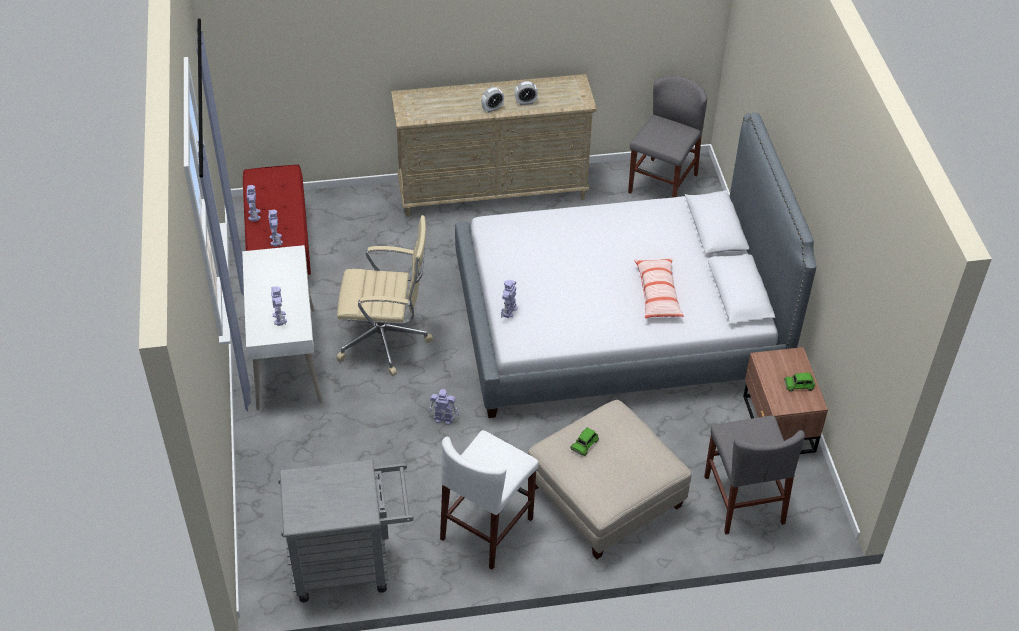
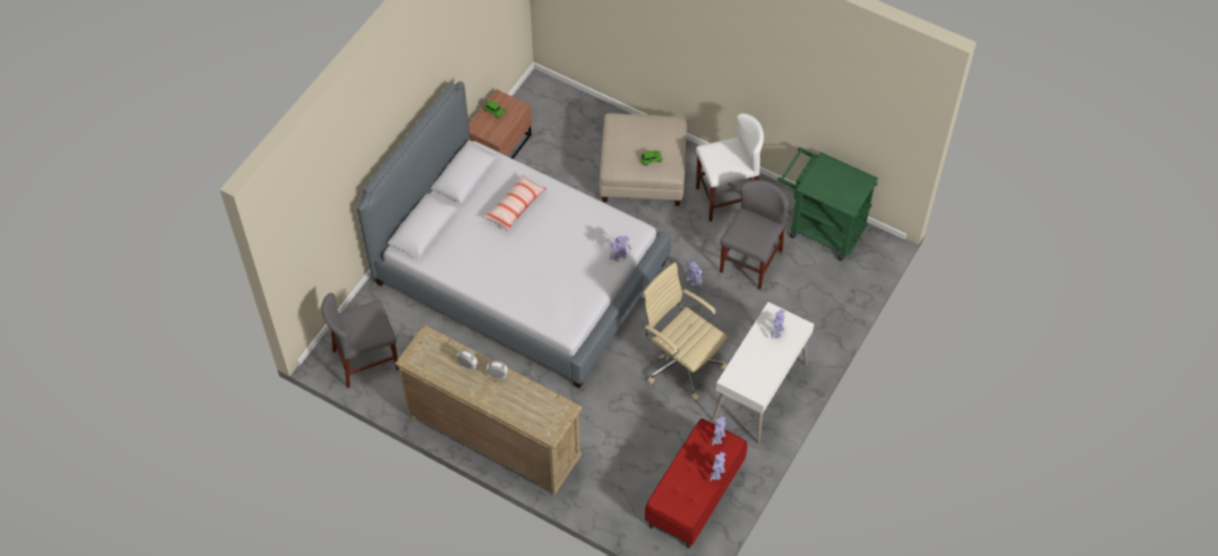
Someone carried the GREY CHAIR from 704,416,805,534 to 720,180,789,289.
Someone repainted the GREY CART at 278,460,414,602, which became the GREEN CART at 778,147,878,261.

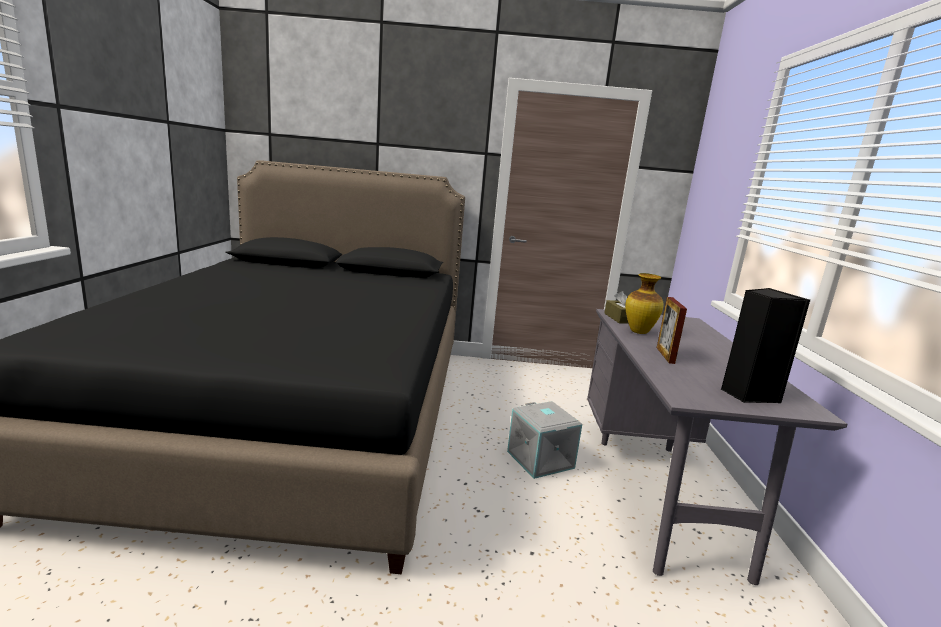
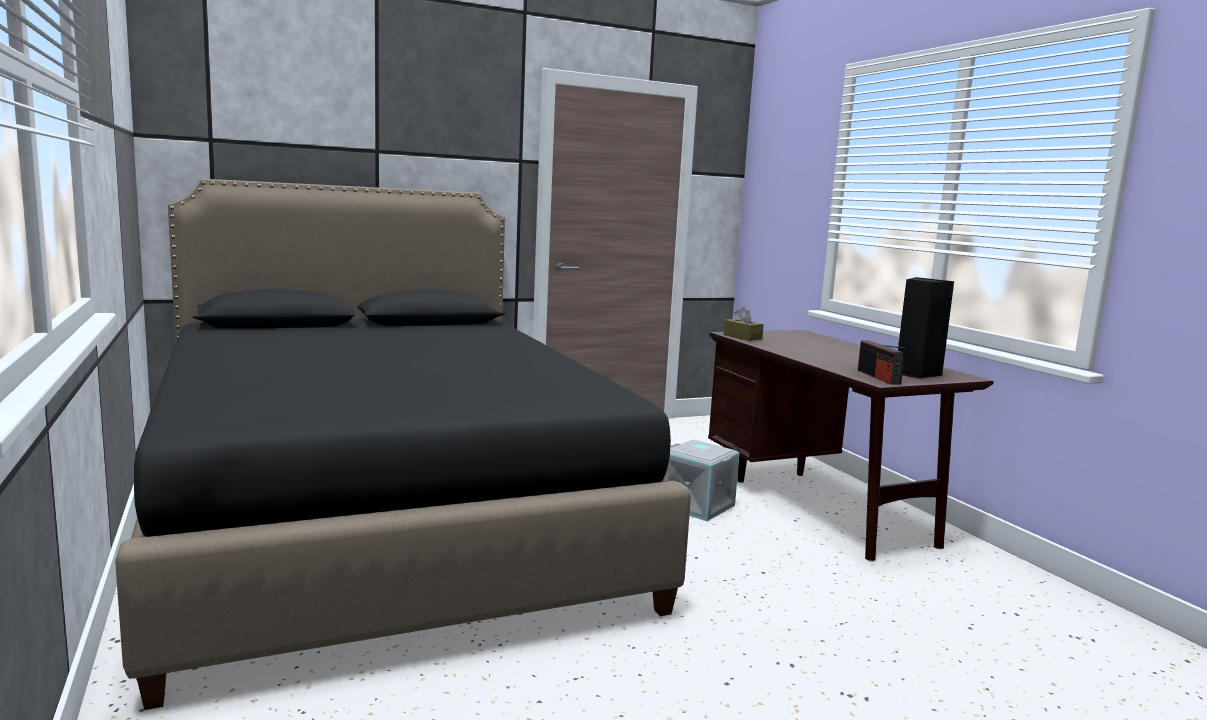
Someone took away the VASE at 625,273,664,334.
Someone took away the PICTURE FRAME at 657,297,687,364.
Someone put down the RADIO at 858,340,905,385.
Someone repainted the GREY DESK at 587,309,847,585, which became the BROWN DESK at 708,330,994,561.

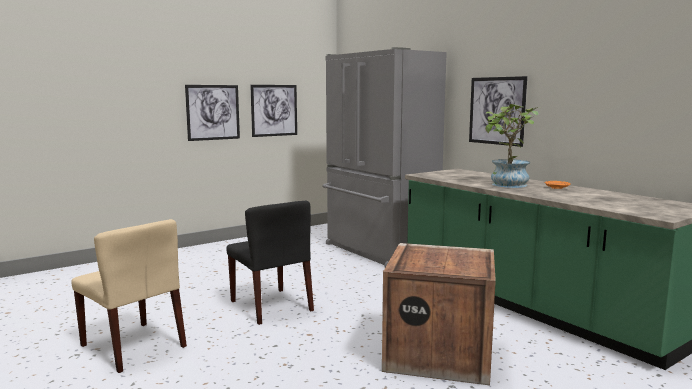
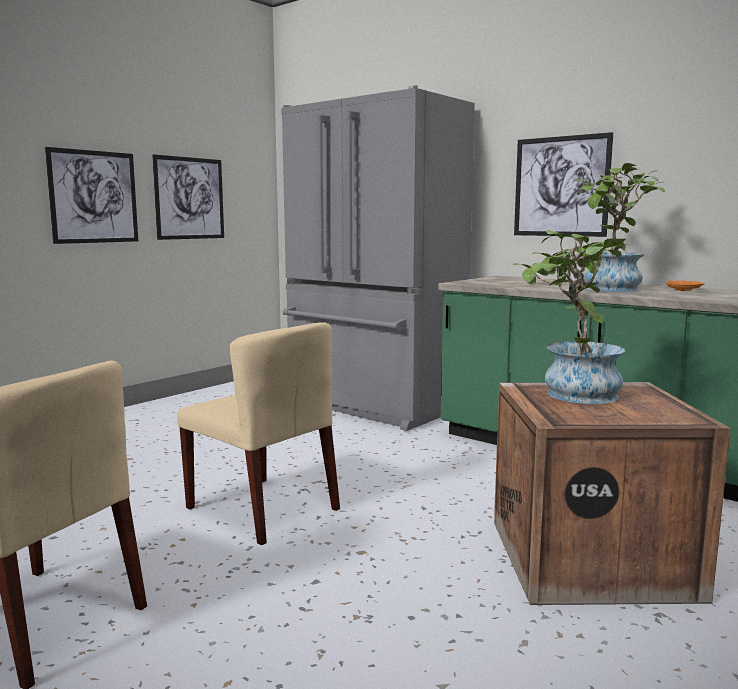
Someone put down the POTTED PLANT at 512,230,626,404.
Someone repainted the BLACK CHAIR at 226,201,314,325, which became the BEIGE CHAIR at 177,322,340,545.

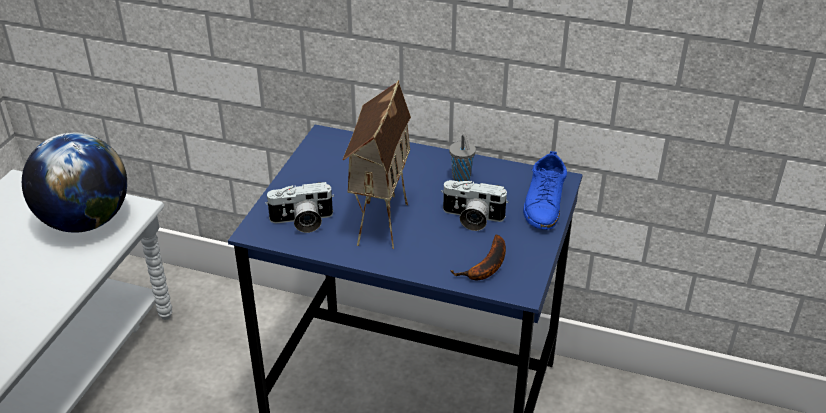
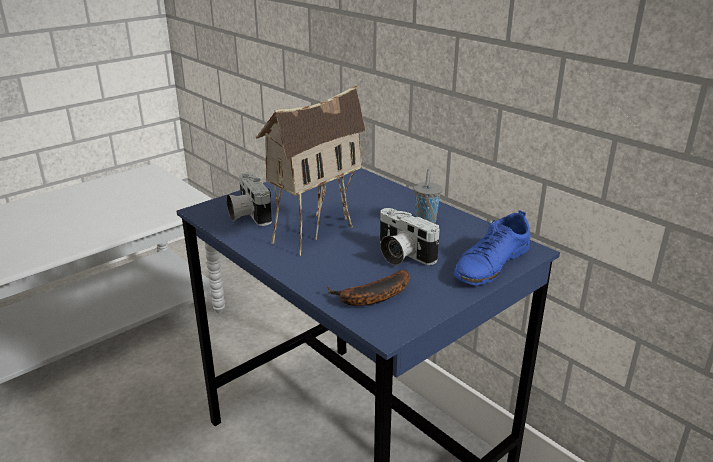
Someone took away the GLOBE at 22,132,127,233.
Someone rotated the PHOTO CAMERA at 265,182,334,233 by 45 degrees clockwise.

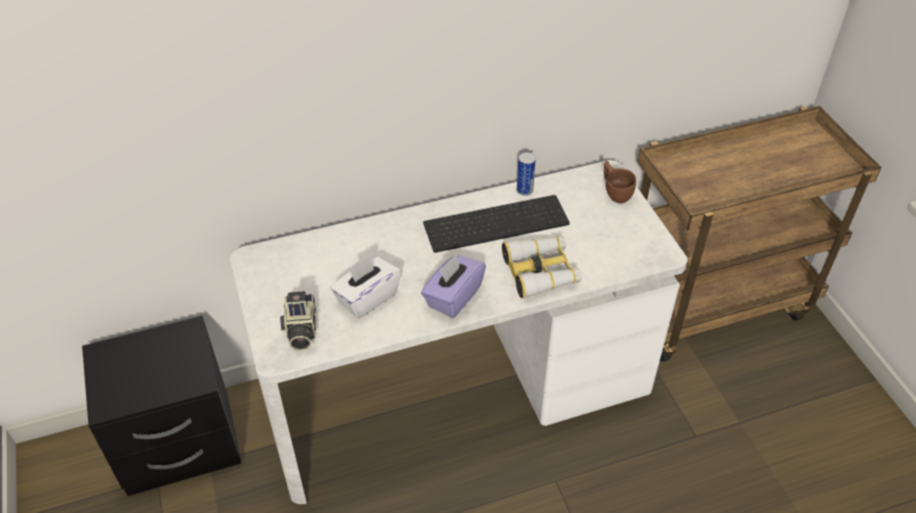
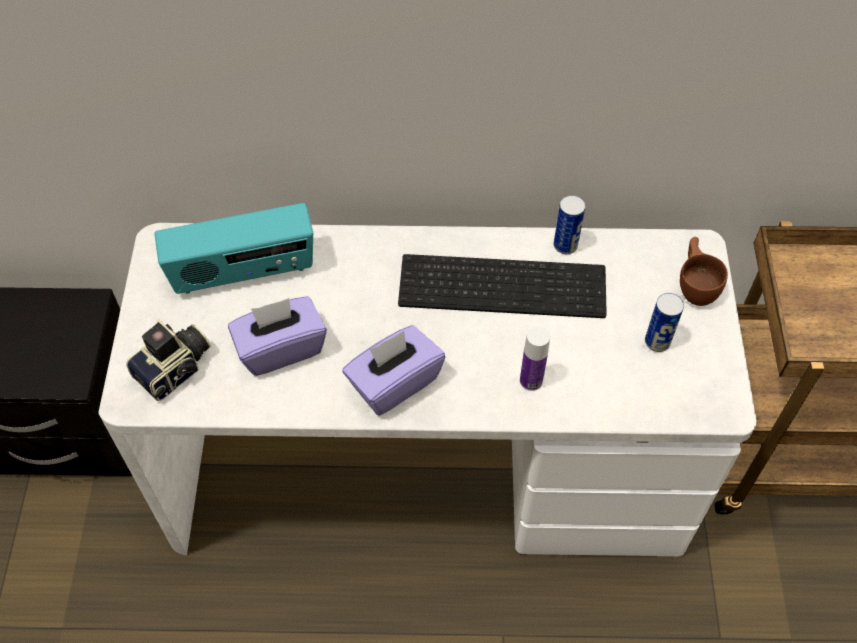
Someone put down the RADIO at 154,203,313,294.
Someone put down the CAN at 645,293,684,352.
Someone swapped the BINOCULARS at 502,235,581,298 for the BOTTLE at 520,326,550,391.
Someone repainted the WHITE TISSUE BOX at 330,256,401,318, which became the PURPLE TISSUE BOX at 228,296,327,376.
Someone rotated the PHOTO CAMERA at 280,291,316,351 by 150 degrees counterclockwise.

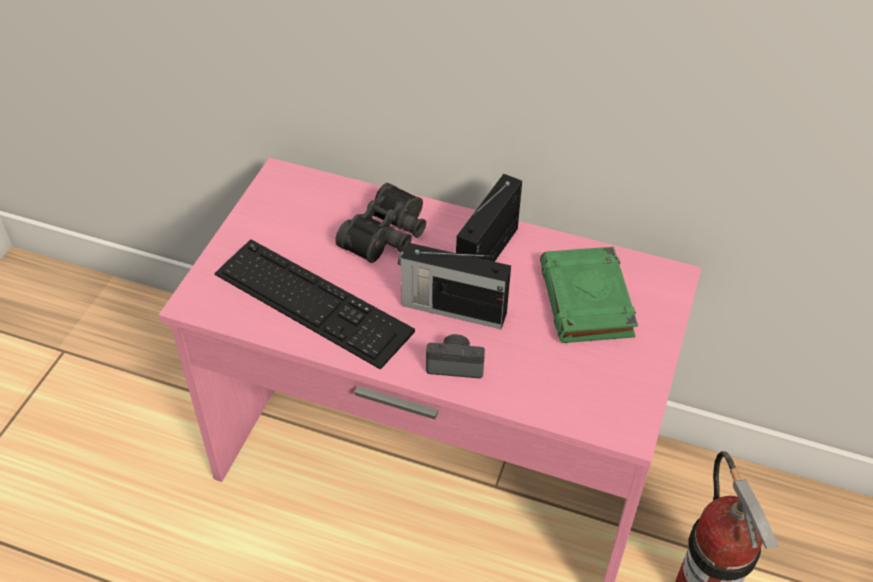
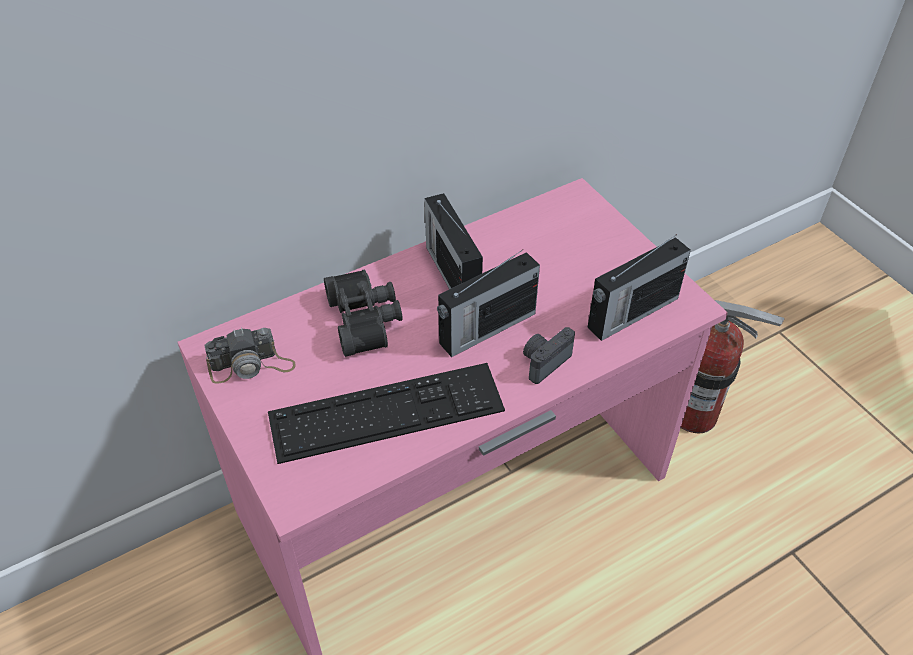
Someone took away the GREEN BOOK at 540,247,638,343.
Someone put down the PHOTO CAMERA at 204,328,296,383.
Someone put down the RADIO at 587,234,691,341.

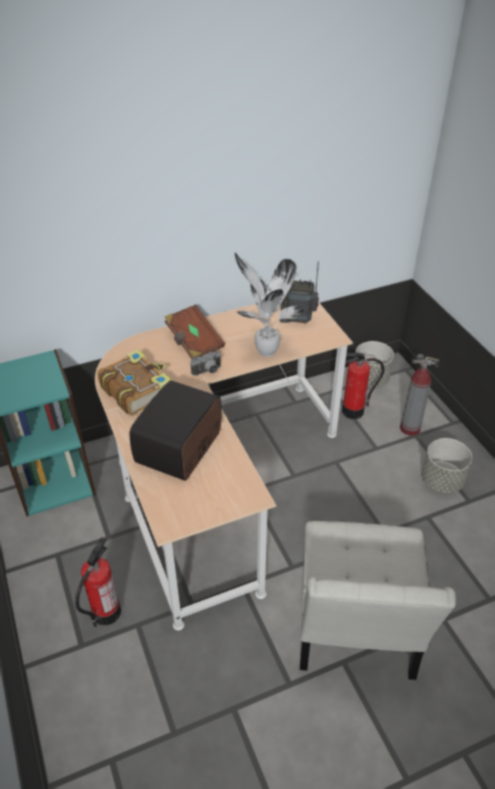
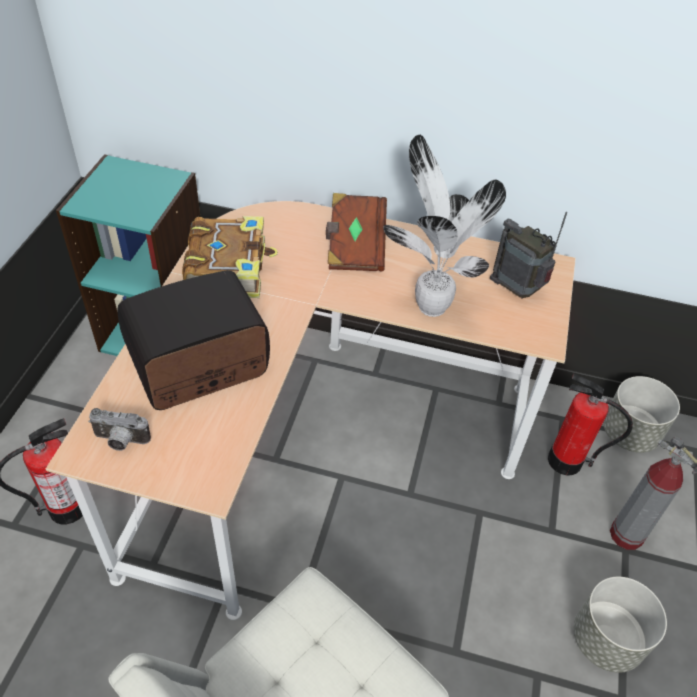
Someone carried the PHOTO CAMERA from 190,351,221,376 to 88,408,151,451.

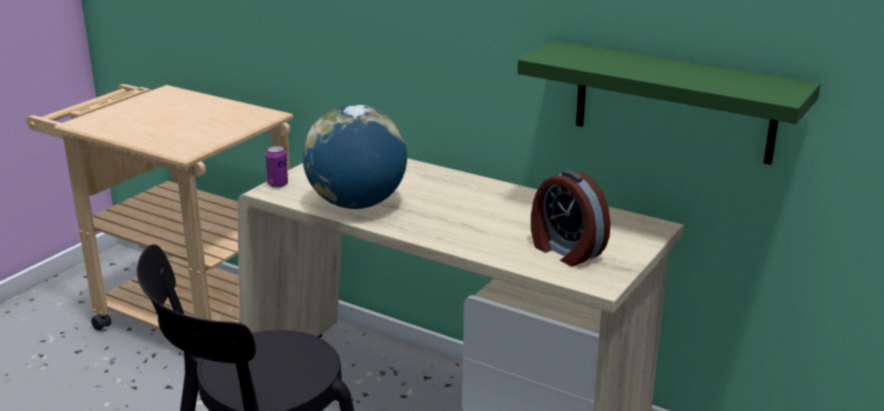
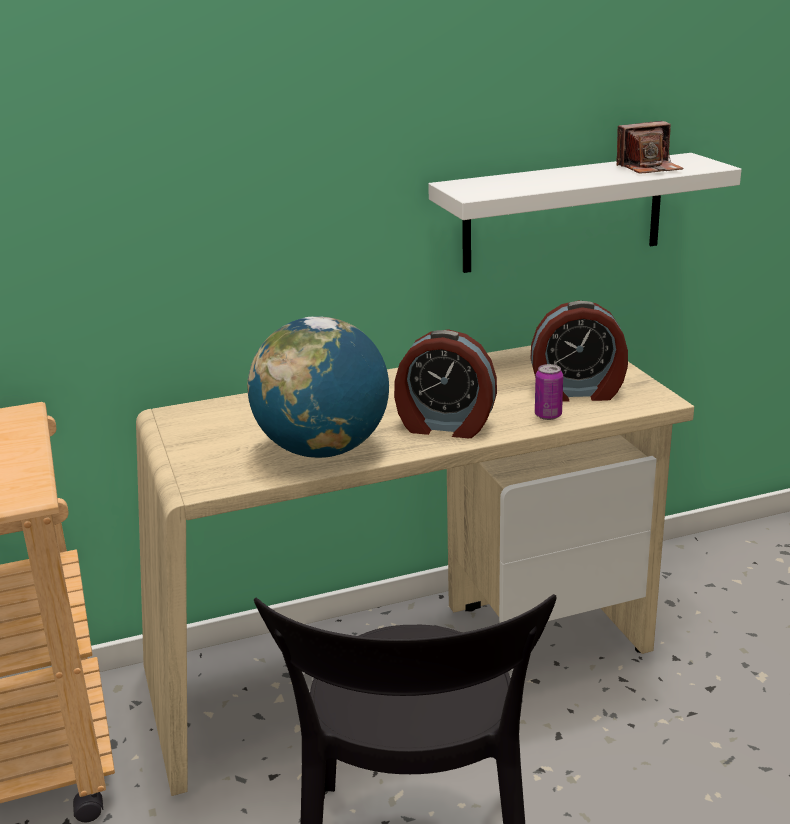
Someone put down the ALARM CLOCK at 394,329,497,438.
Someone put down the PHOTO CAMERA at 616,121,683,174.
Someone carried the CAN from 265,146,288,188 to 535,364,563,420.
Someone repainted the GREEN SHELF at 517,41,821,165, which became the WHITE SHELF at 428,153,742,273.

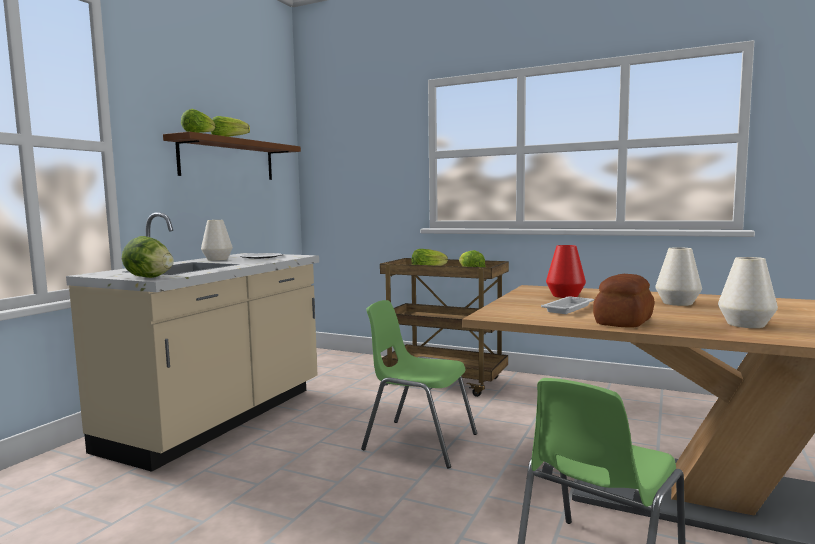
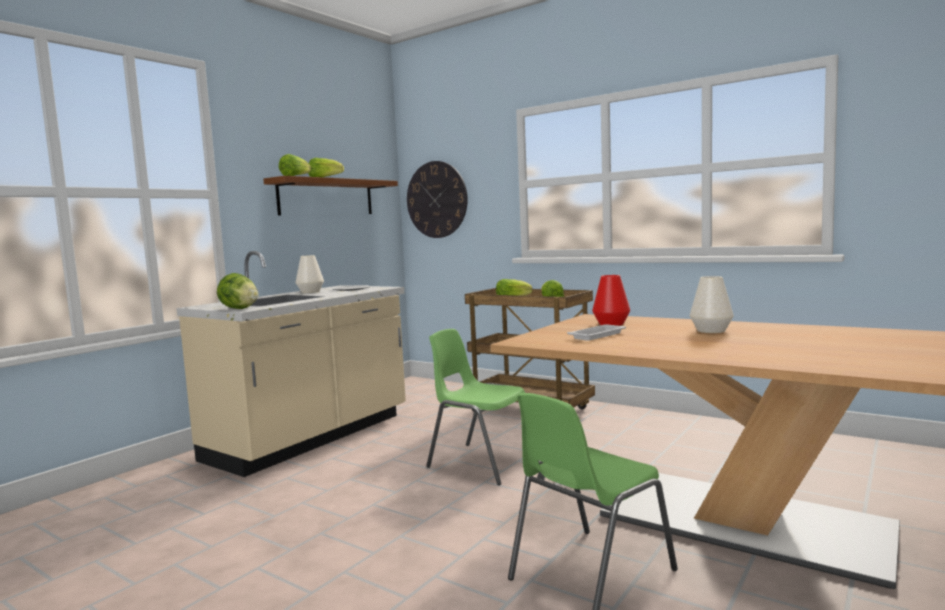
Someone took away the BREAD at 593,274,654,328.
Someone took away the WHITE VASE at 718,257,778,328.
Someone put up the WALL CLOCK at 407,161,468,238.

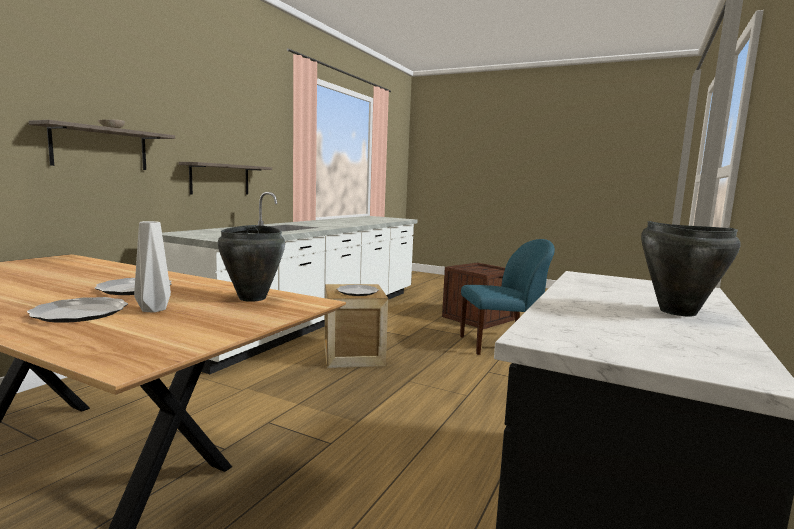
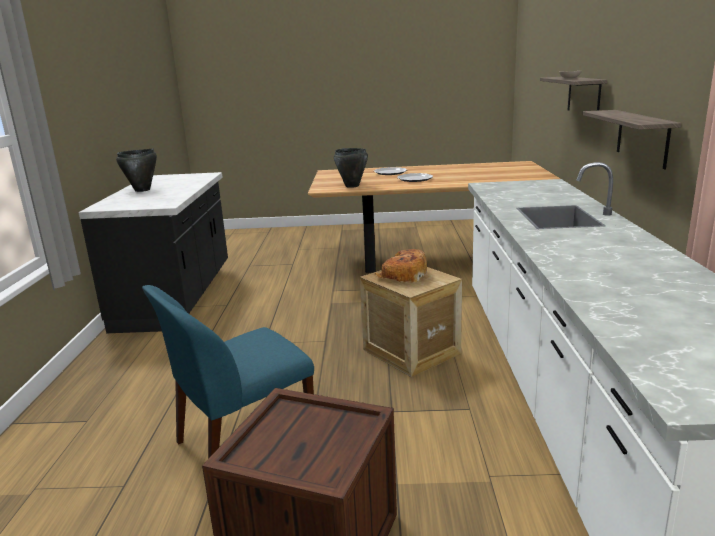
Someone took away the GREY VASE at 134,221,171,313.
Someone swapped the PLATE at 337,285,379,296 for the BREAD at 375,249,427,283.

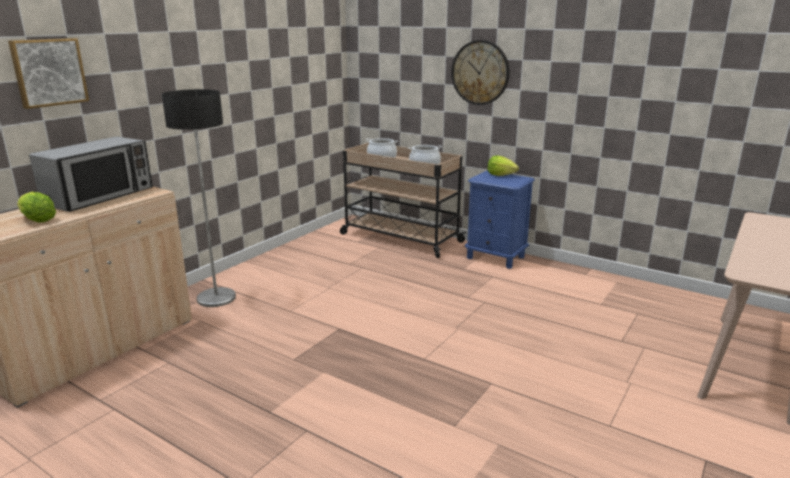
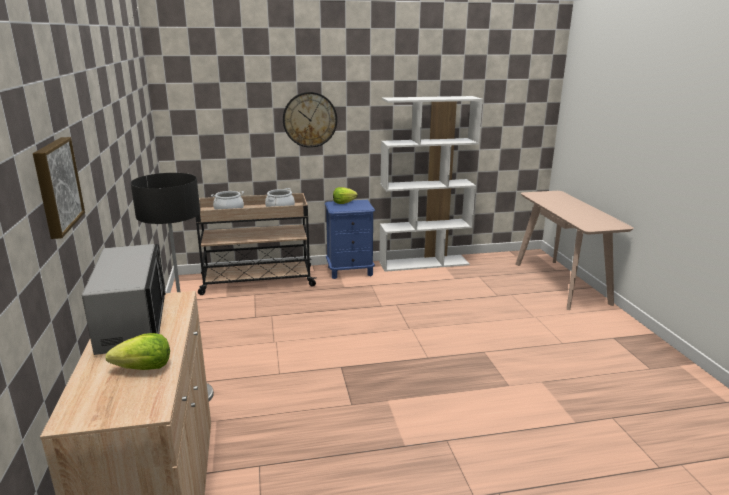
Someone put down the WHITE BOOKCASE at 379,96,483,272.

